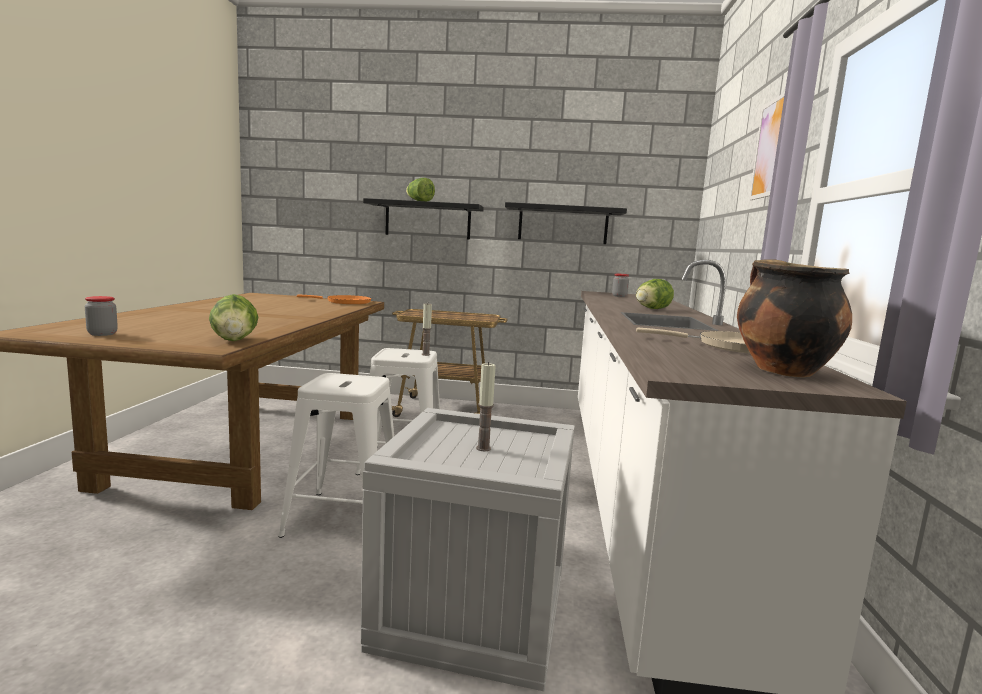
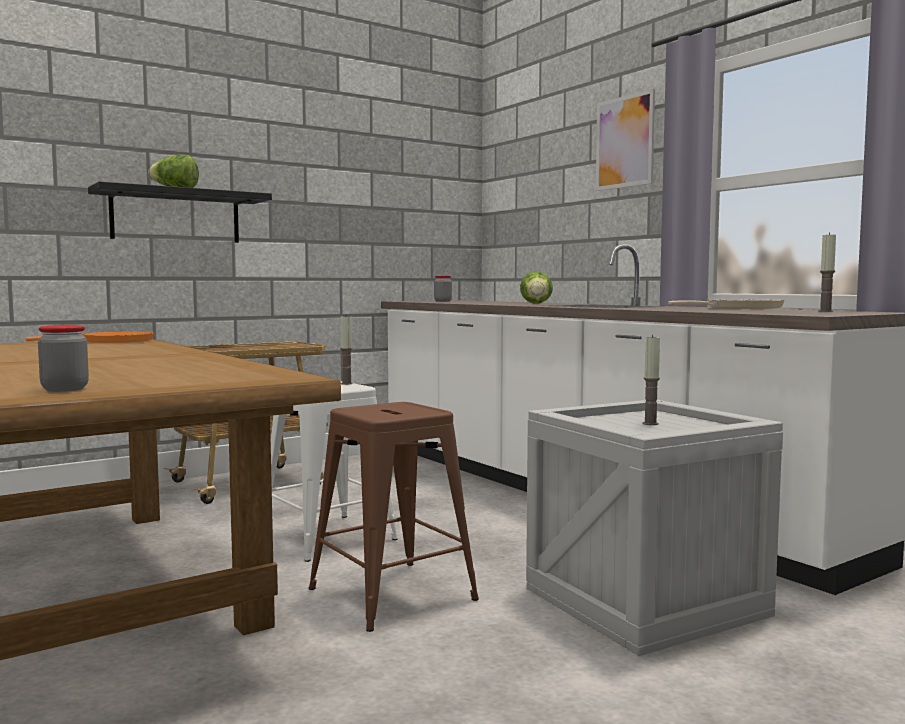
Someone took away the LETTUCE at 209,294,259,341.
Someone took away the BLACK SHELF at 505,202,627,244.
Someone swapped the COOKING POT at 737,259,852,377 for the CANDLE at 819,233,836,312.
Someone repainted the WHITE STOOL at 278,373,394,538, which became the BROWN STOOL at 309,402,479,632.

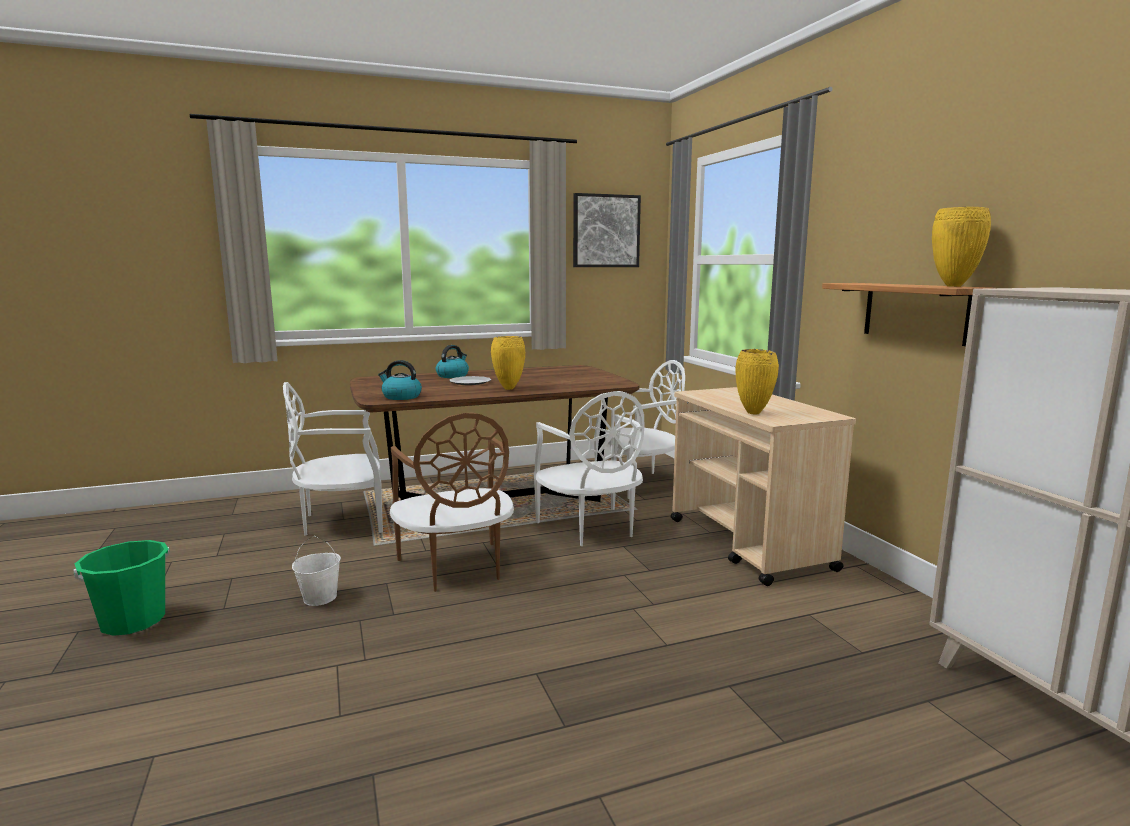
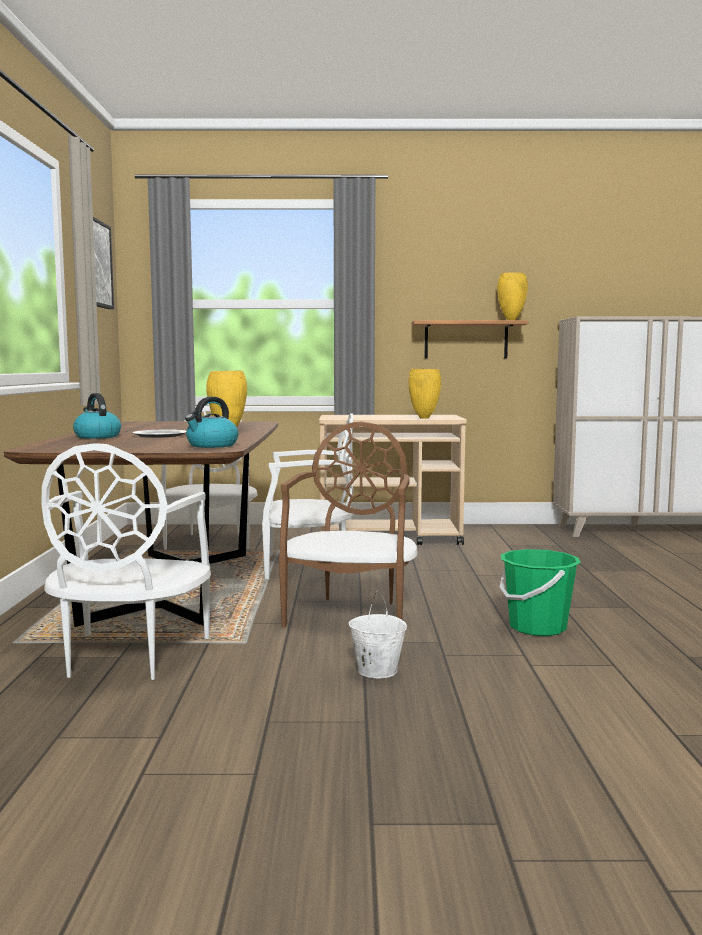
Someone carried the GREEN BUCKET from 74,540,170,636 to 500,549,581,636.
Someone rotated the BROWN CHAIR at 390,412,514,592 by 75 degrees counterclockwise.

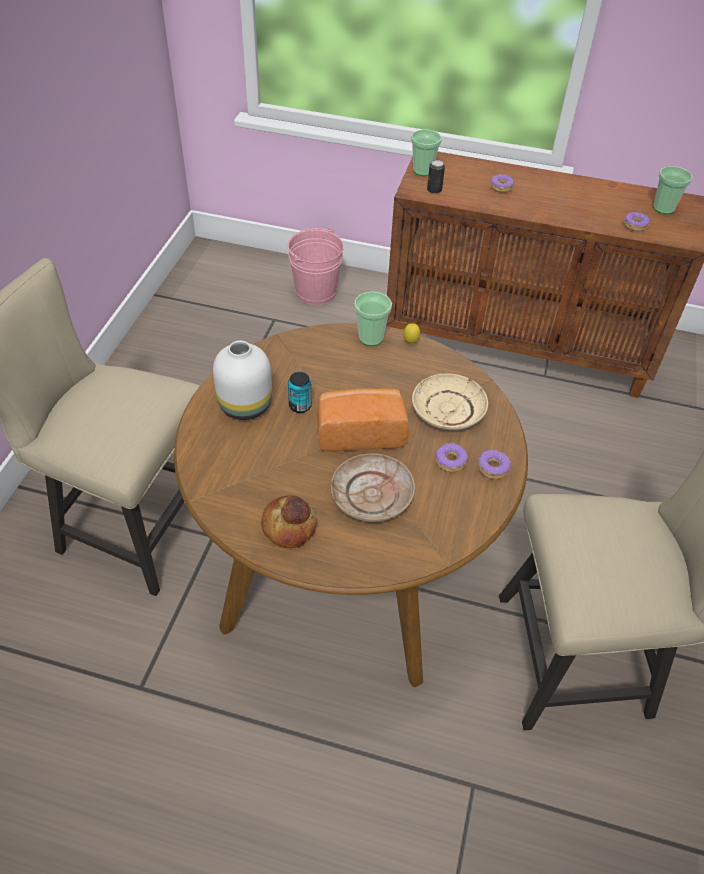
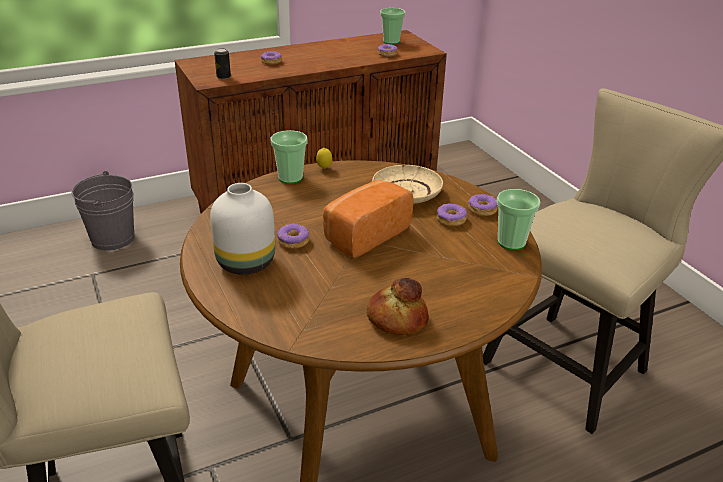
Someone took away the BEIGE PLATE at 330,453,415,522.
Someone carried the CUP from 411,129,442,176 to 497,189,540,250.
Someone swapped the CAN at 288,372,312,413 for the DONUT at 277,224,310,249.
Someone repainted the PINK BUCKET at 287,228,344,305, which became the GREY BUCKET at 71,171,135,251.

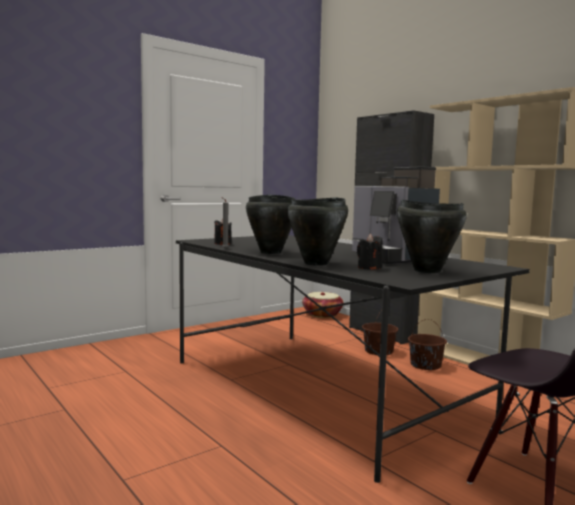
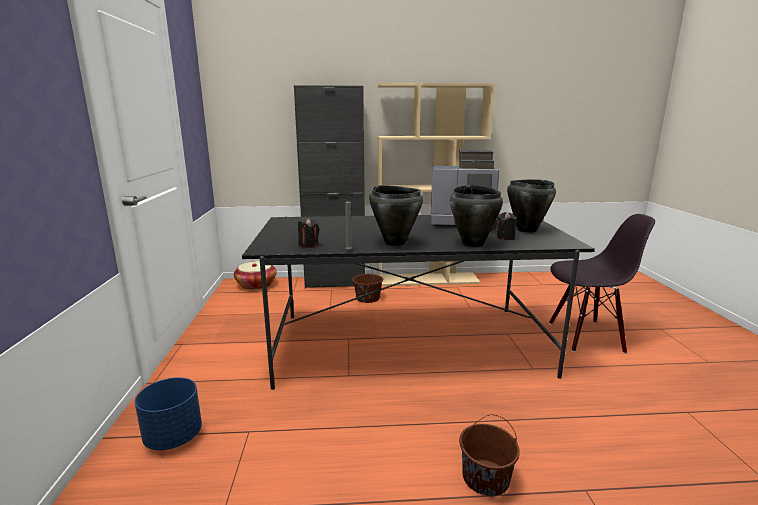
Someone put down the BLUE PLANTER at 135,377,202,450.
Someone carried the BROWN BUCKET from 408,319,447,370 to 459,414,520,496.

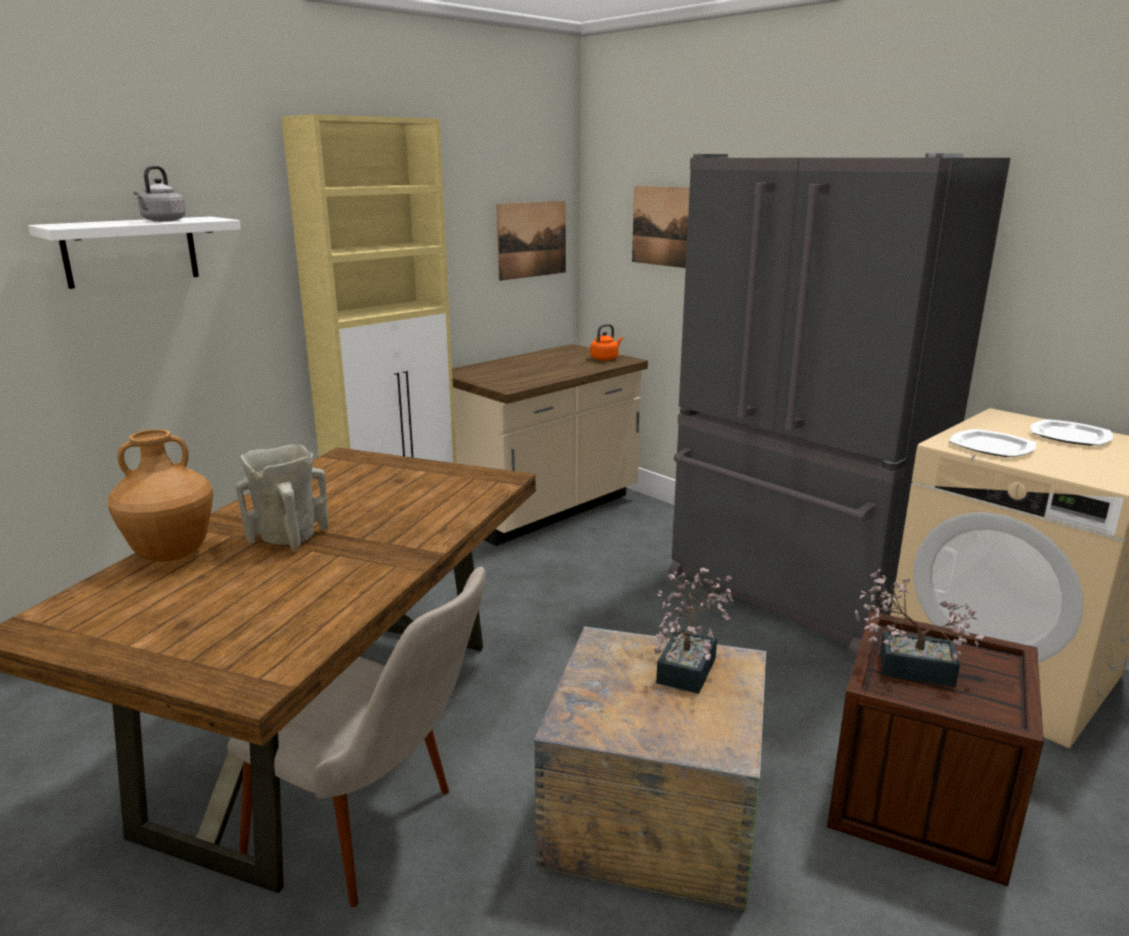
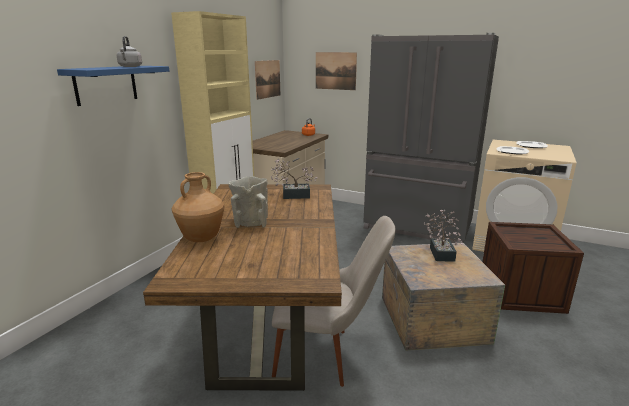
Someone carried the POTTED PLANT from 855,569,984,687 to 271,158,317,199.
Someone repainted the WHITE SHELF at 28,216,241,289, which became the BLUE SHELF at 57,66,169,106.

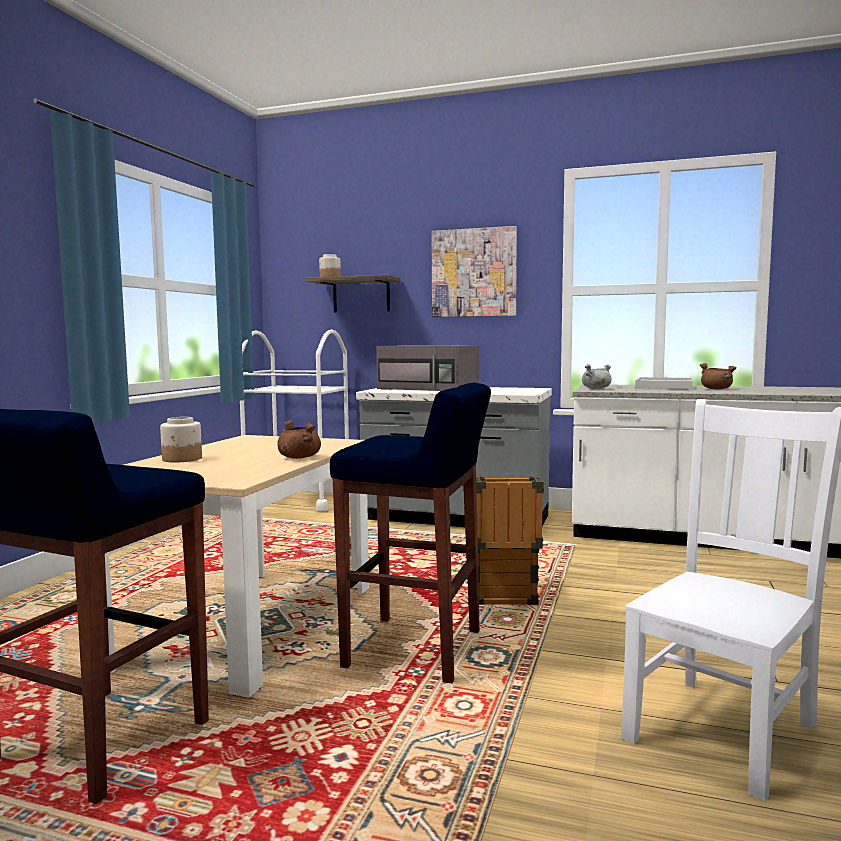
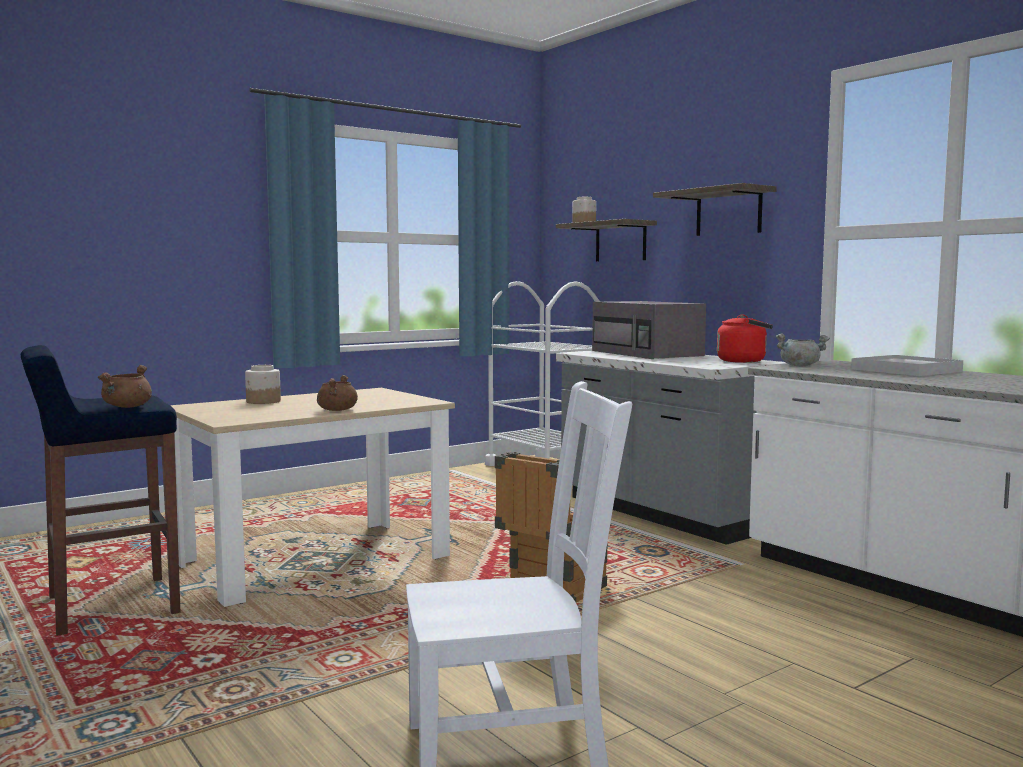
Someone took away the BLUE STOOL at 330,383,491,683.
Someone put down the RED KETTLE at 717,315,773,363.
Someone carried the BROWN COOKING POT from 700,363,737,389 to 98,365,152,408.
Someone swapped the PICTURE at 431,226,517,317 for the SHELF at 653,183,777,236.

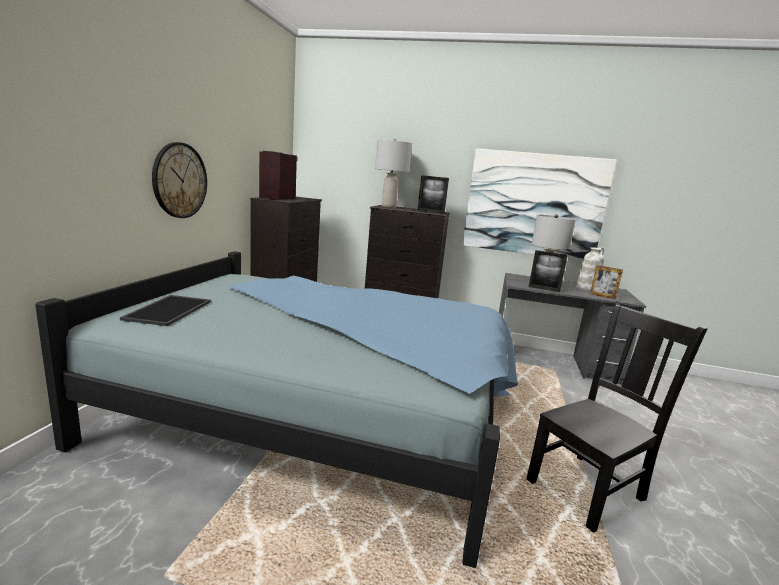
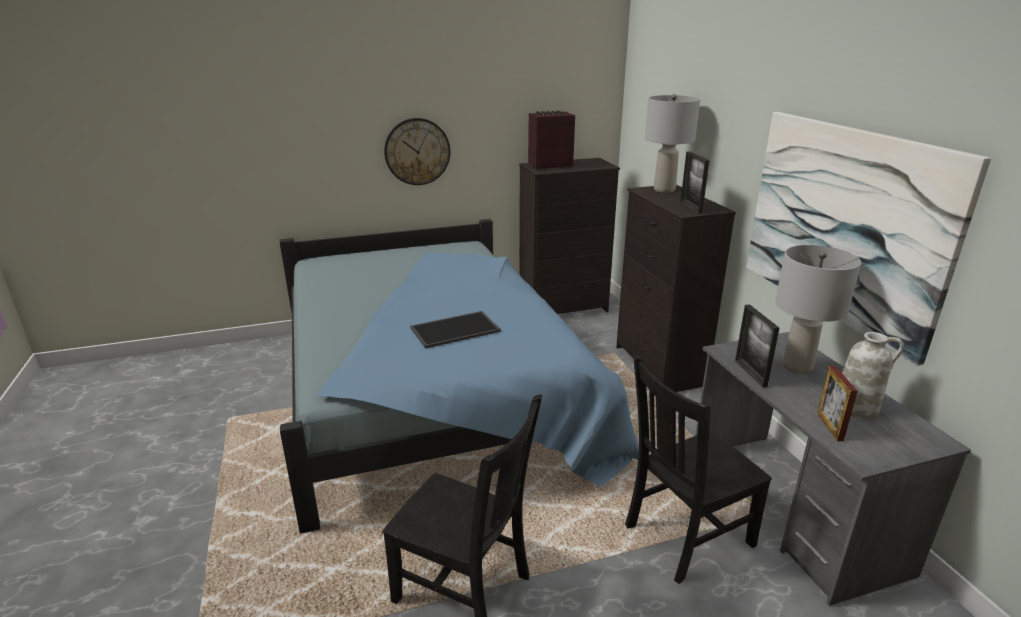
Someone put down the BLACK CHAIR at 625,355,772,584.
Someone carried the TRAY from 120,295,211,326 to 410,311,501,348.

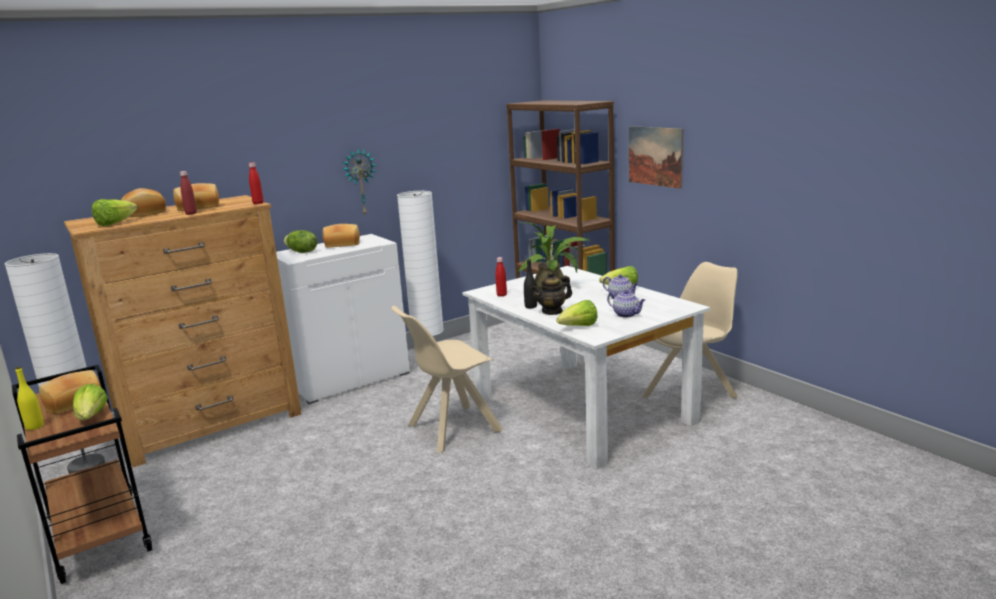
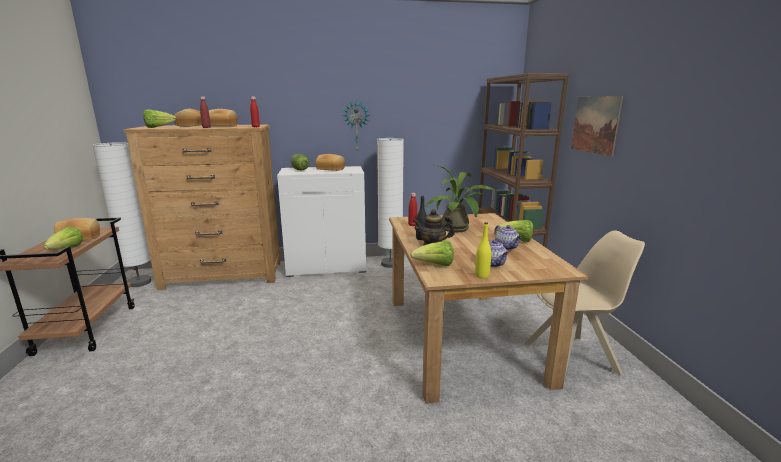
Someone took away the BEIGE CHAIR at 392,306,503,452.
Someone carried the YELLOW BOTTLE from 15,366,44,430 to 475,222,491,279.
Someone repainted the WHITE DINING TABLE at 462,266,711,469, which became the BROWN DINING TABLE at 389,213,588,404.

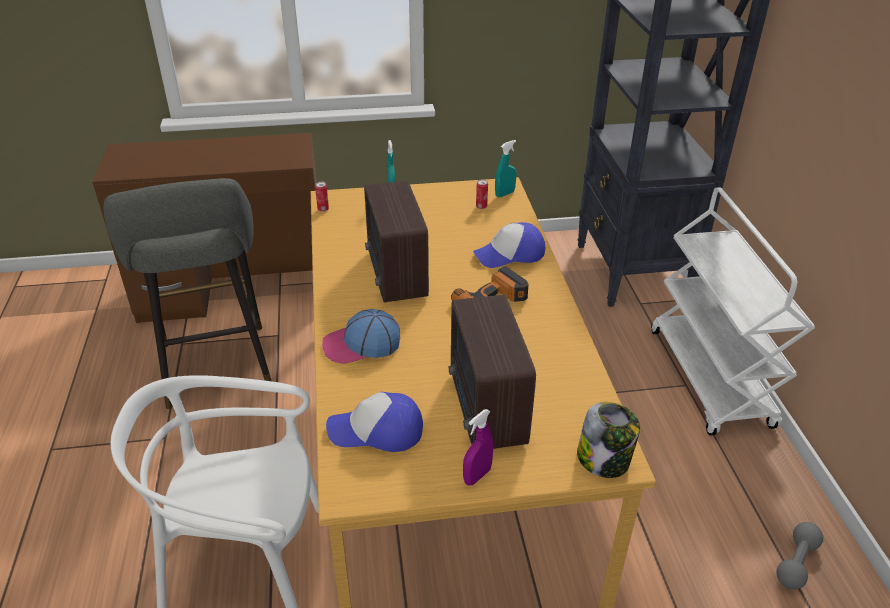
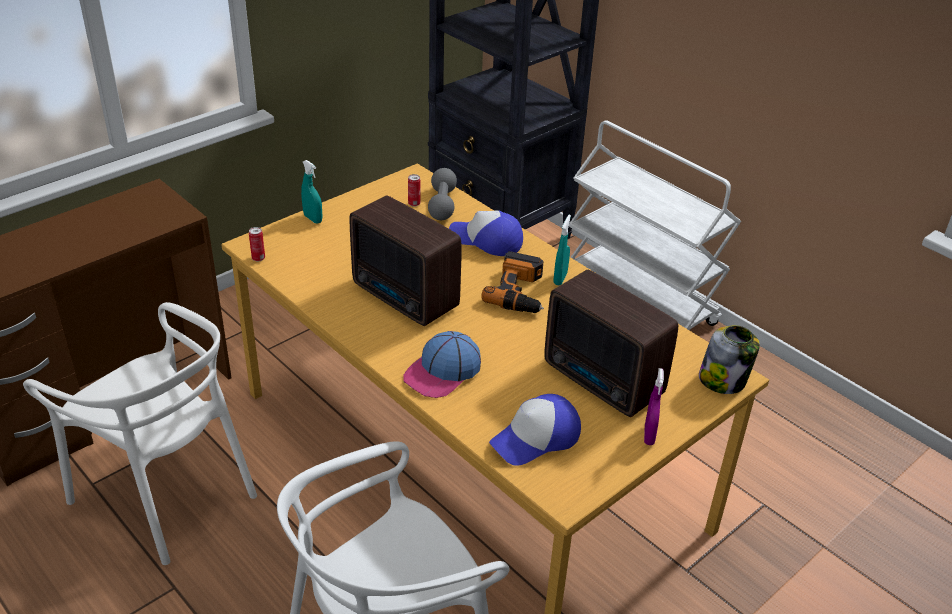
Someone carried the TURQUOISE SPRAY BOTTLE from 495,140,517,197 to 554,215,571,285.
Someone carried the GREY DUMBBELL from 776,522,823,590 to 428,168,457,220.
Someone swapped the GREY STOOL at 104,178,272,409 for the WHITE CHAIR at 23,302,257,565.
Someone rotated the CAP at 473,222,545,268 by 75 degrees clockwise.

